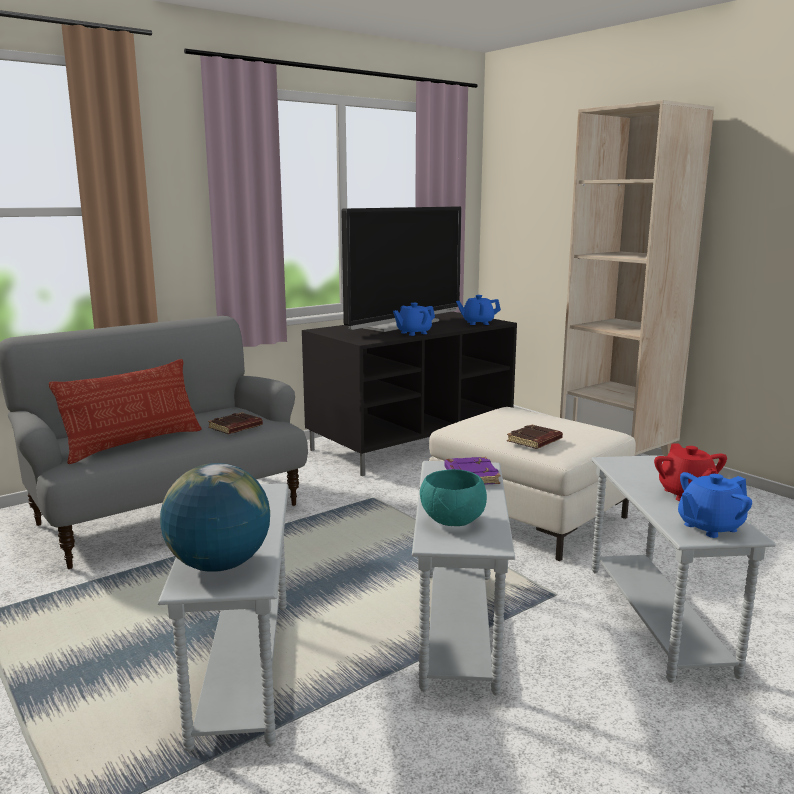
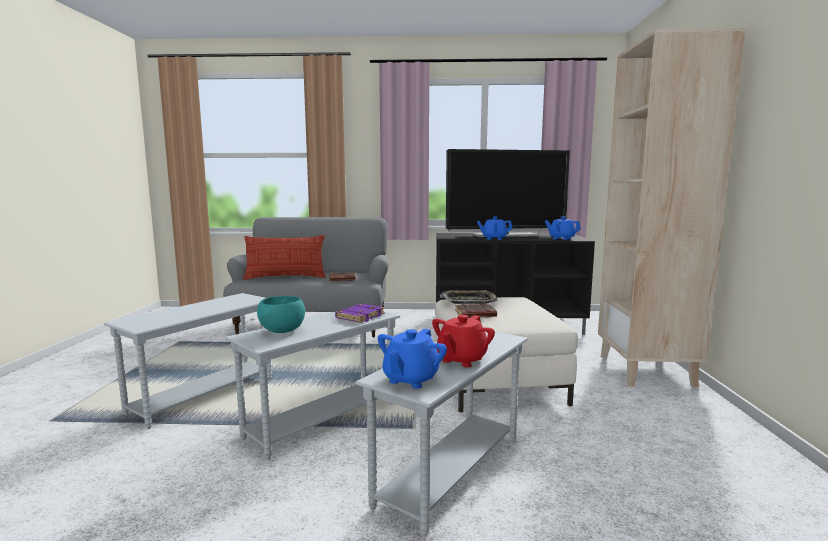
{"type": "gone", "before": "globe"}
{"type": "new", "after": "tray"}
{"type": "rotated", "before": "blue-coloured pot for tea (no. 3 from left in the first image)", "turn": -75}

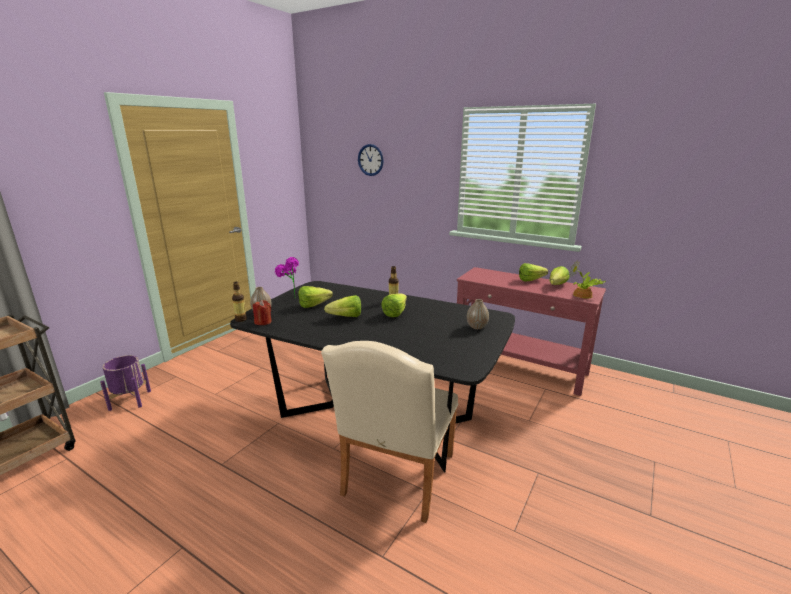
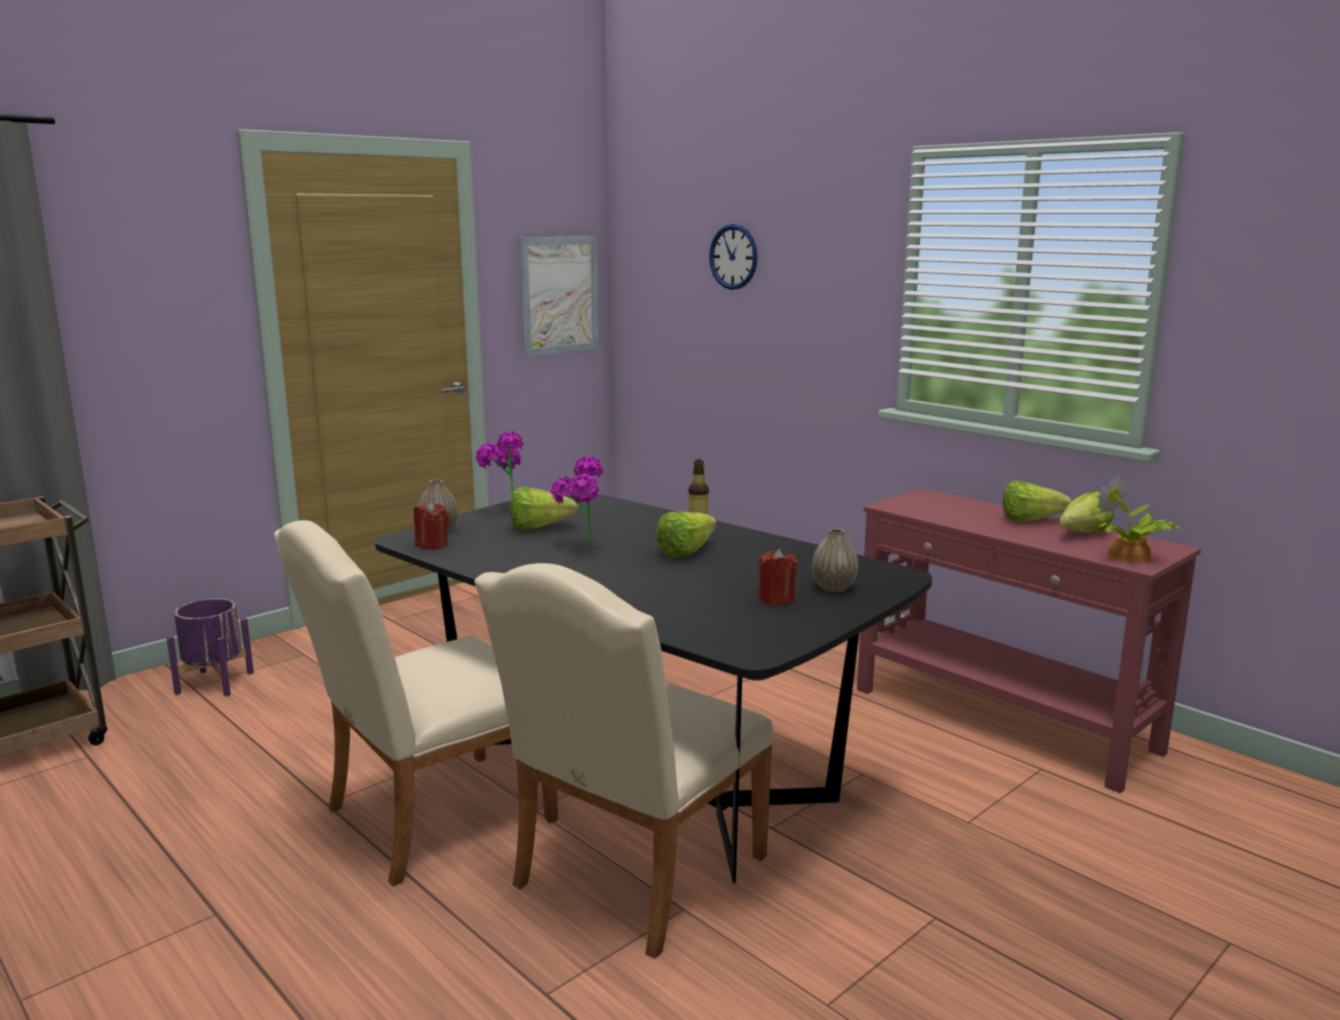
{"type": "gone", "before": "drink bottle (no. 1 from left)"}
{"type": "new", "after": "beige chair (no. 1 from left)"}
{"type": "new", "after": "wall picture"}
{"type": "new", "after": "red wax candle (no. 2 from left)"}
{"type": "swapped", "before": "lettuce head (no. 2 from left)", "after": "houseplant (no. 2 from left)"}

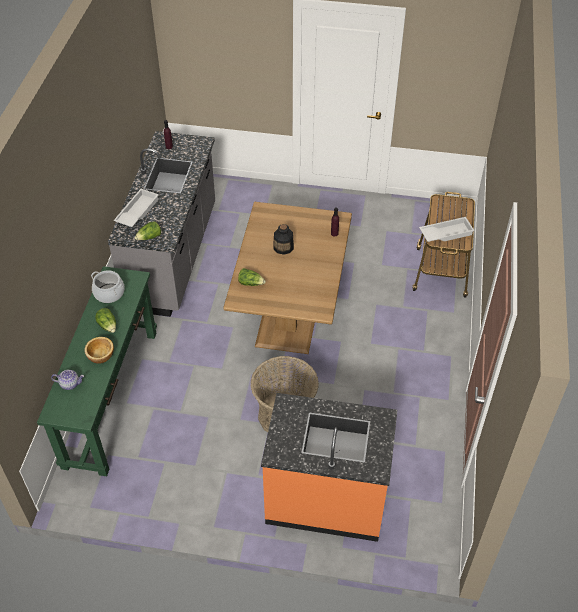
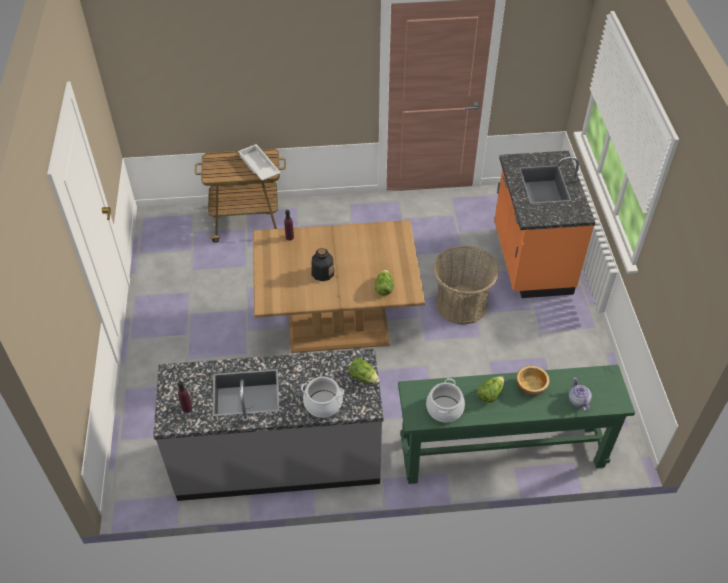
{"type": "swapped", "before": "white-coloured tray (no. 1 from left)", "after": "saucepot (no. 1 from left)"}

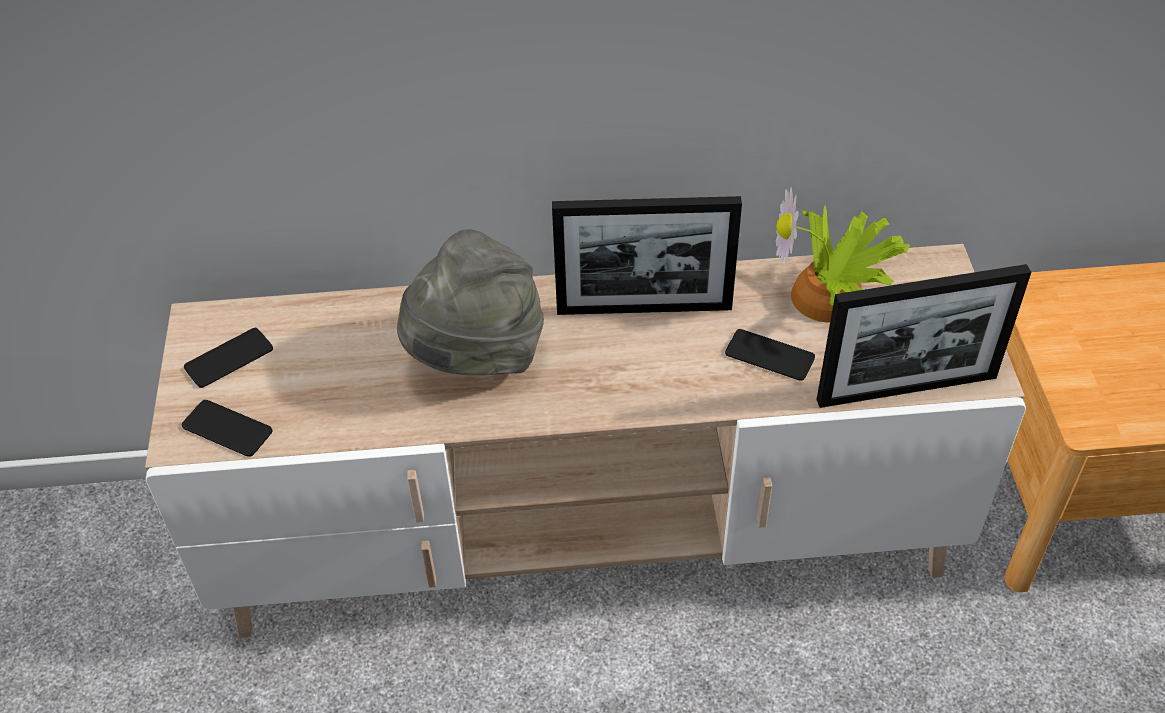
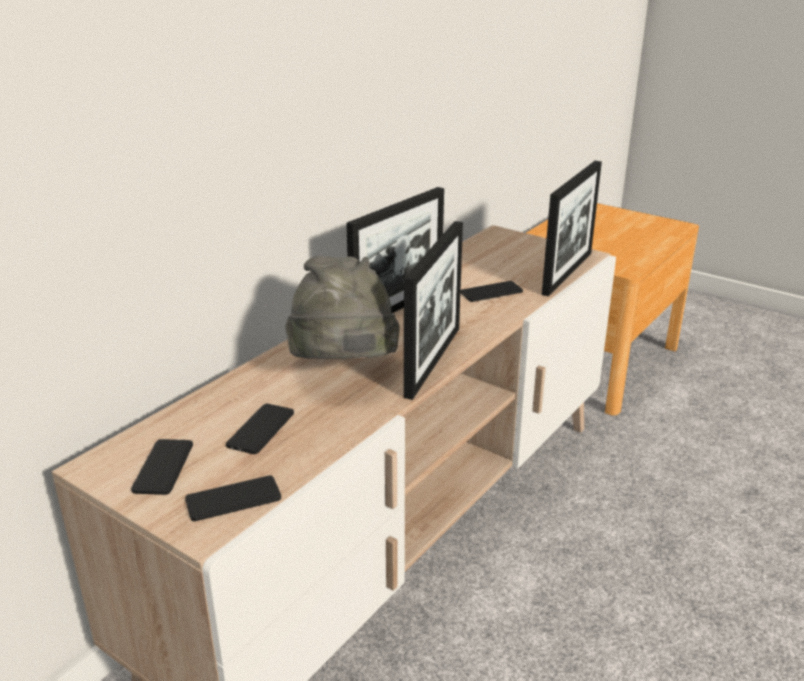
{"type": "gone", "before": "houseplant"}
{"type": "new", "after": "phone (no. 3 from left)"}
{"type": "new", "after": "photo frame (no. 2 from left)"}

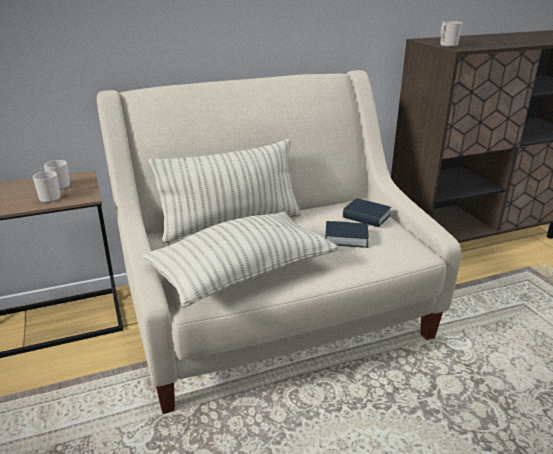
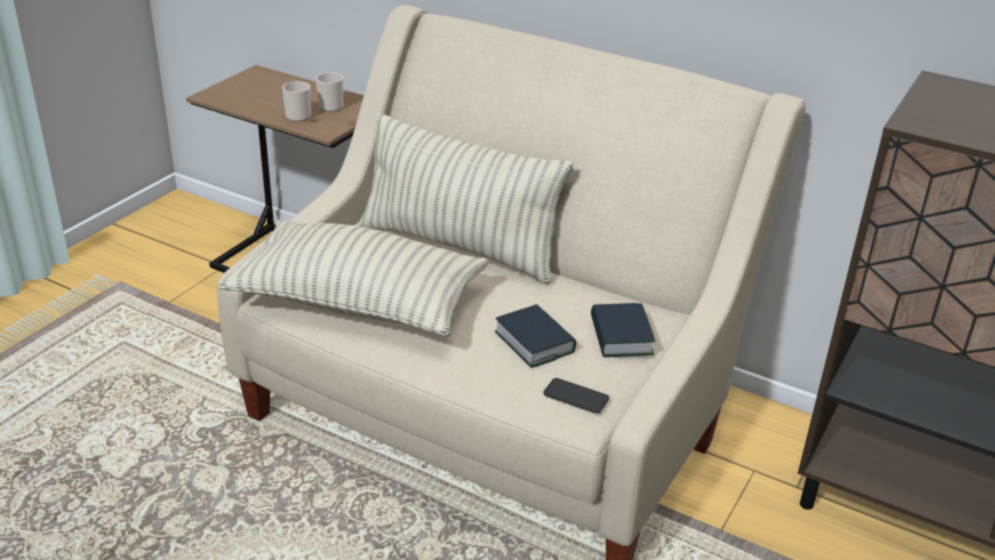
{"type": "gone", "before": "tea mug (no. 3 from left)"}
{"type": "new", "after": "phone"}

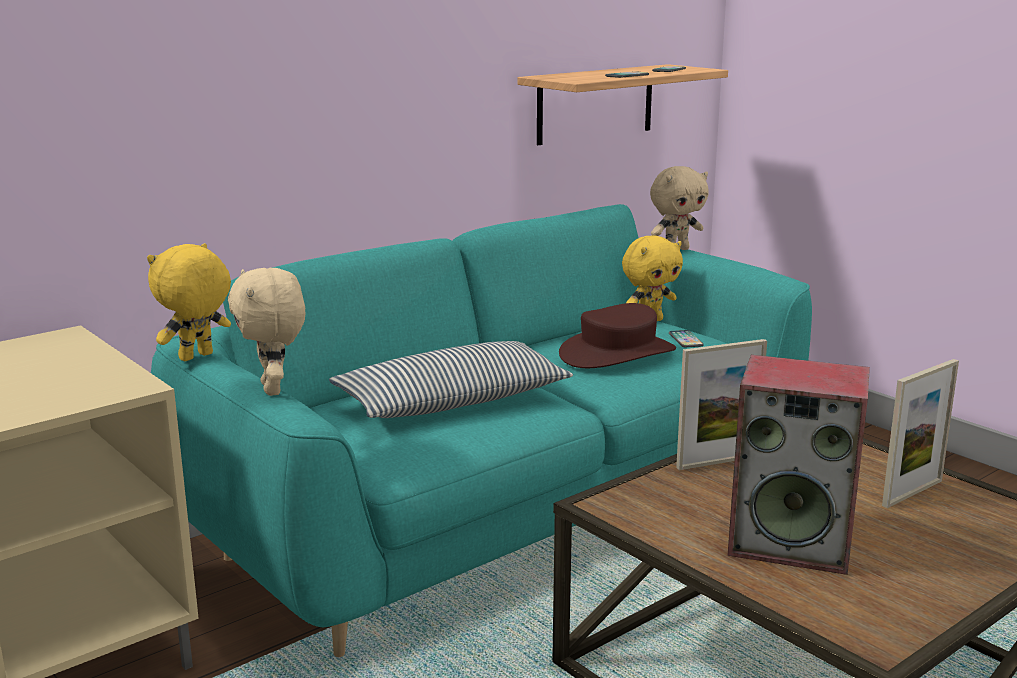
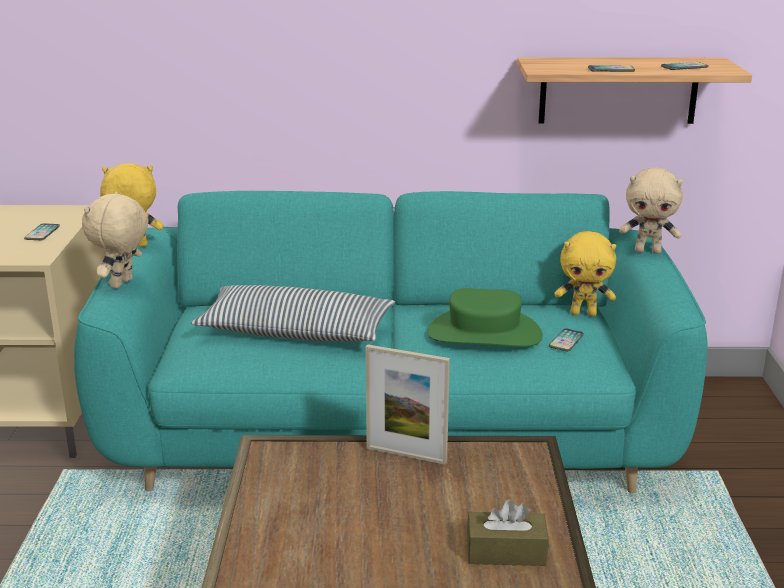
{"type": "gone", "before": "loudspeaker"}
{"type": "new", "after": "phone (no. 1 from left)"}
{"type": "swapped", "before": "photo frame (no. 2 from left)", "after": "brownish tissue box"}
{"type": "repainted", "before": "brownish wearable hat", "after": "greenish wearable hat"}

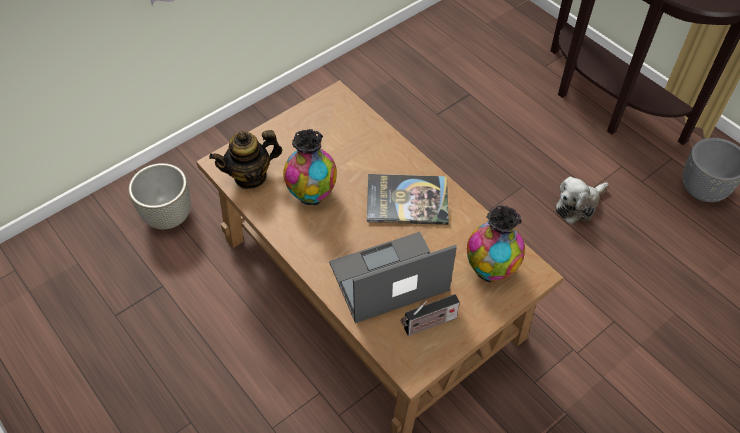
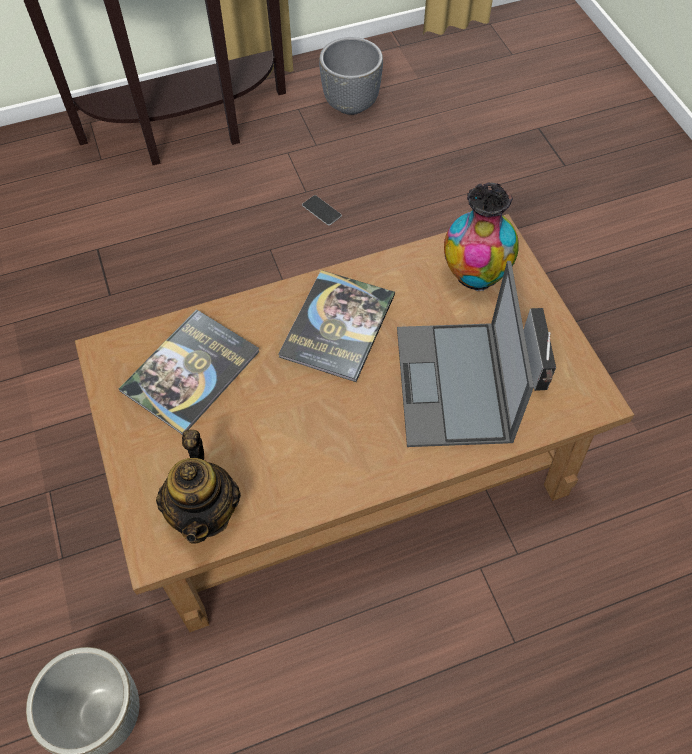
{"type": "gone", "before": "vase (no. 1 from left)"}
{"type": "new", "after": "bound book (no. 1 from left)"}
{"type": "swapped", "before": "plush toy", "after": "phone"}

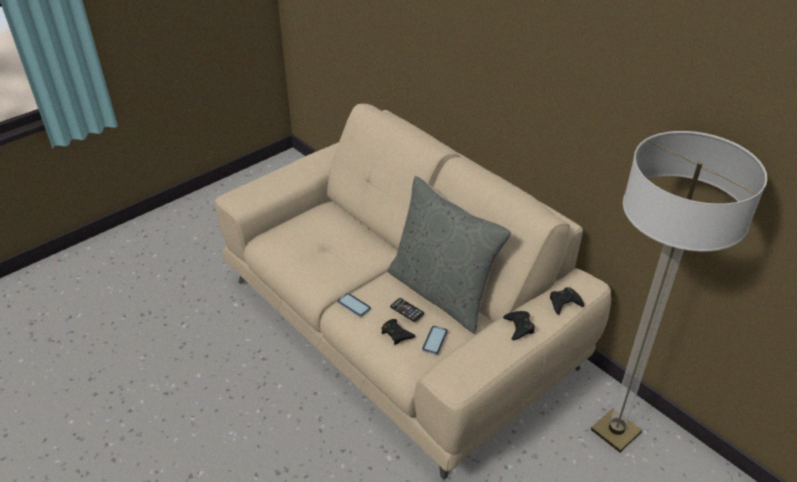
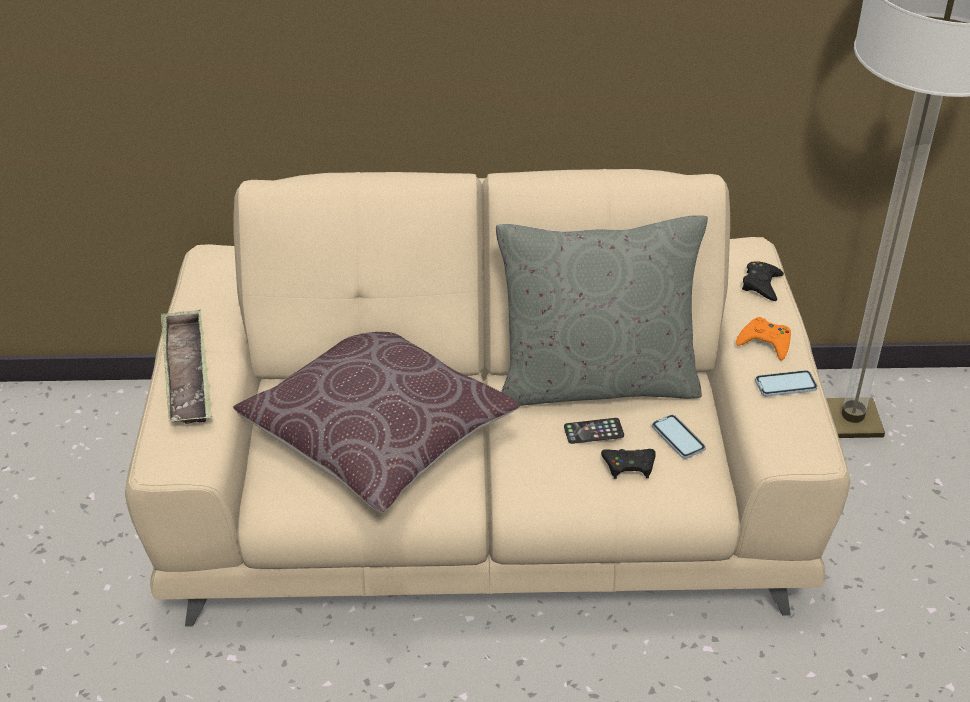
{"type": "new", "after": "tray"}
{"type": "new", "after": "brownish throw pillow"}
{"type": "shifted", "before": "phone (no. 1 from left in the first image)", "after": "phone (no. 3 from left)"}
{"type": "repainted", "before": "black-coloured gamepad (no. 2 from left)", "after": "orangey gamepad"}

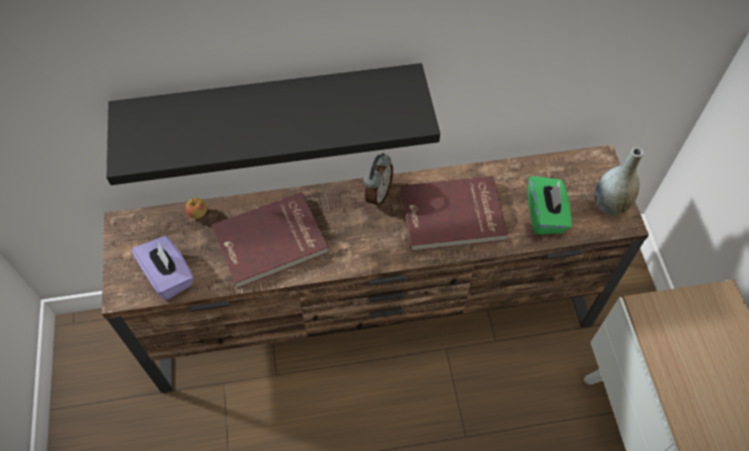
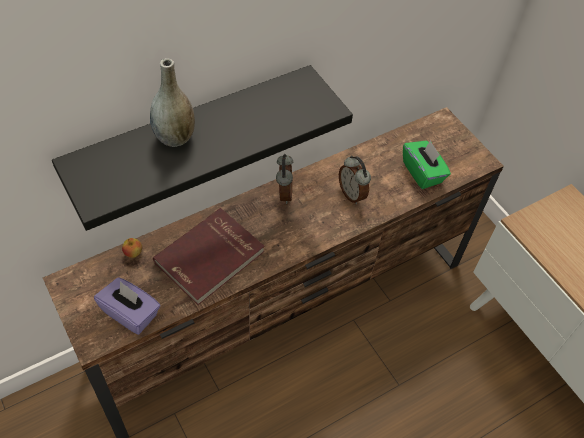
{"type": "shifted", "before": "greyish vase"}
{"type": "swapped", "before": "red bound book (no. 2 from left)", "after": "bedside clock (no. 2 from left)"}

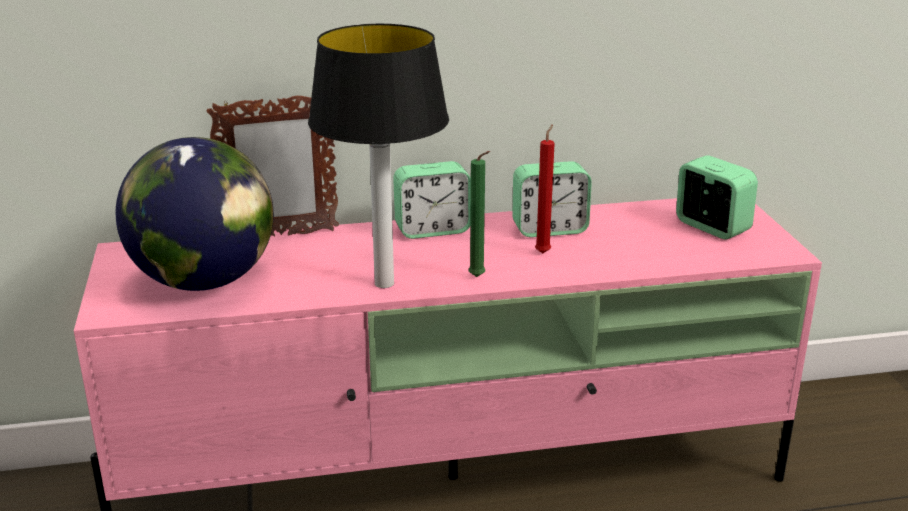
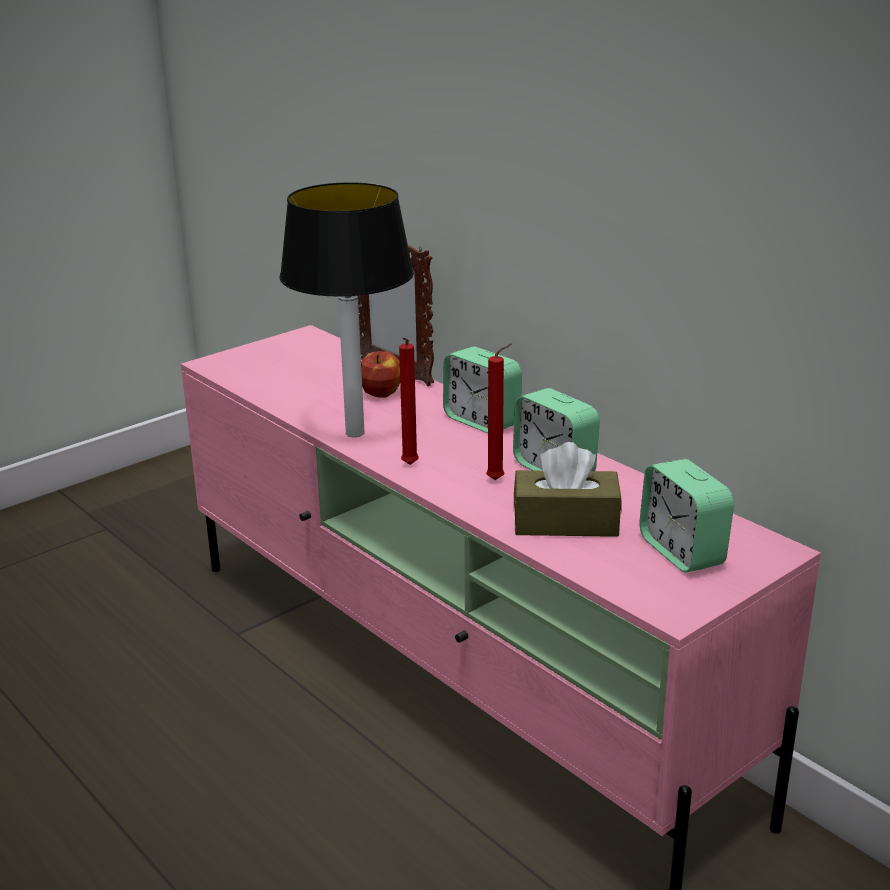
{"type": "gone", "before": "globe"}
{"type": "new", "after": "whole apple"}
{"type": "new", "after": "brownish tissue box"}
{"type": "repainted", "before": "greenish wax candle", "after": "red wax candle (no. 1 from left)"}
{"type": "rotated", "before": "bedside clock (no. 3 from left)", "turn": 135}

